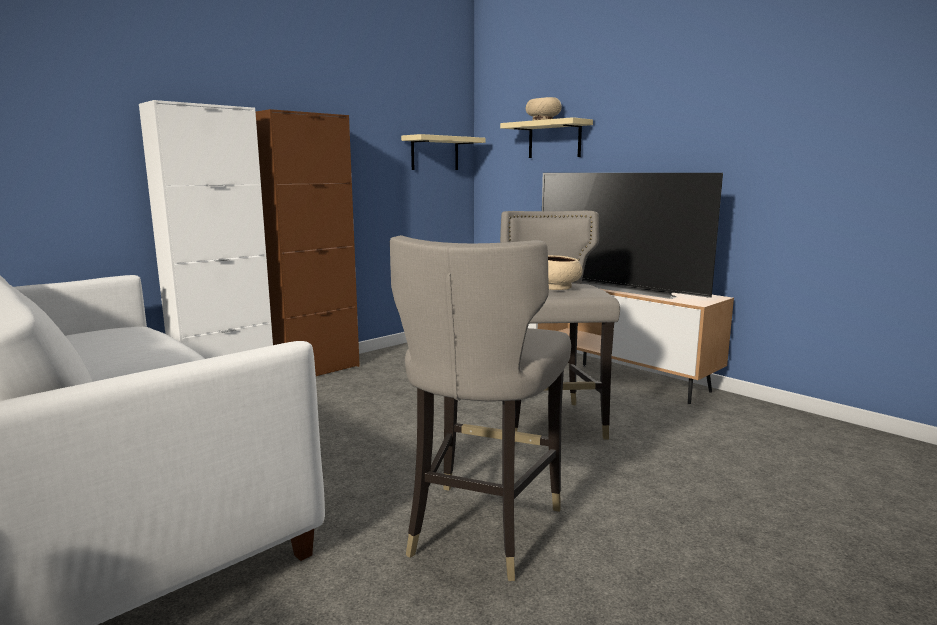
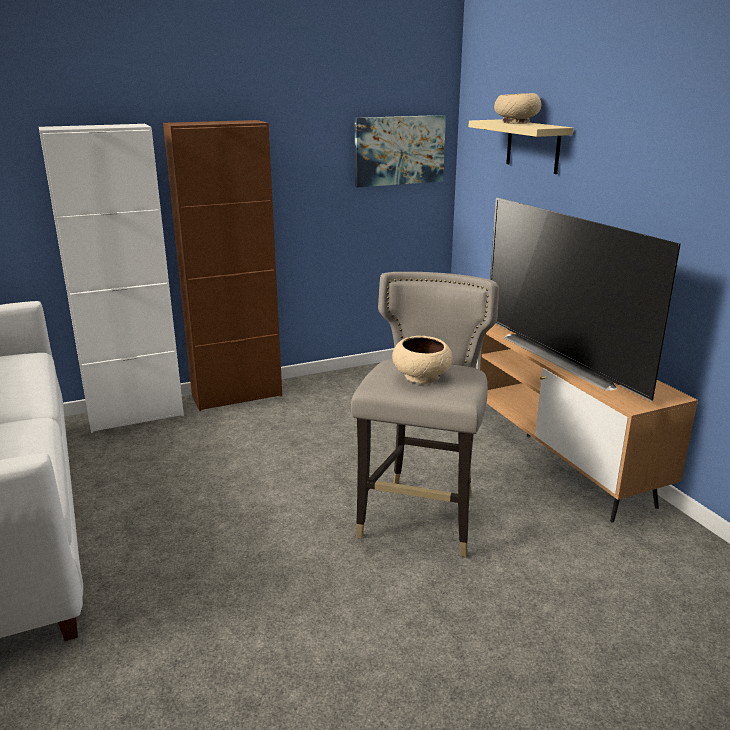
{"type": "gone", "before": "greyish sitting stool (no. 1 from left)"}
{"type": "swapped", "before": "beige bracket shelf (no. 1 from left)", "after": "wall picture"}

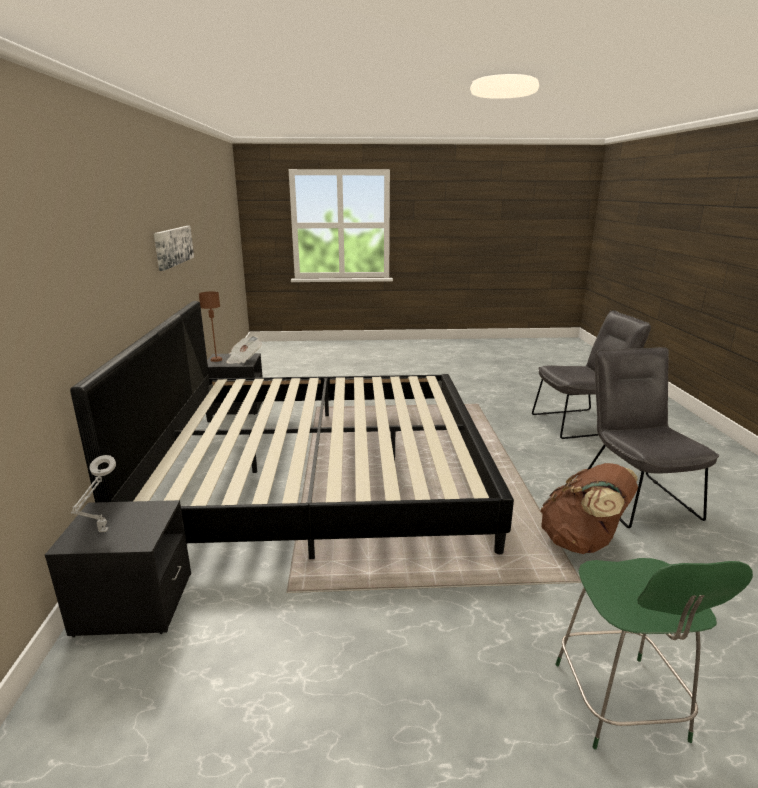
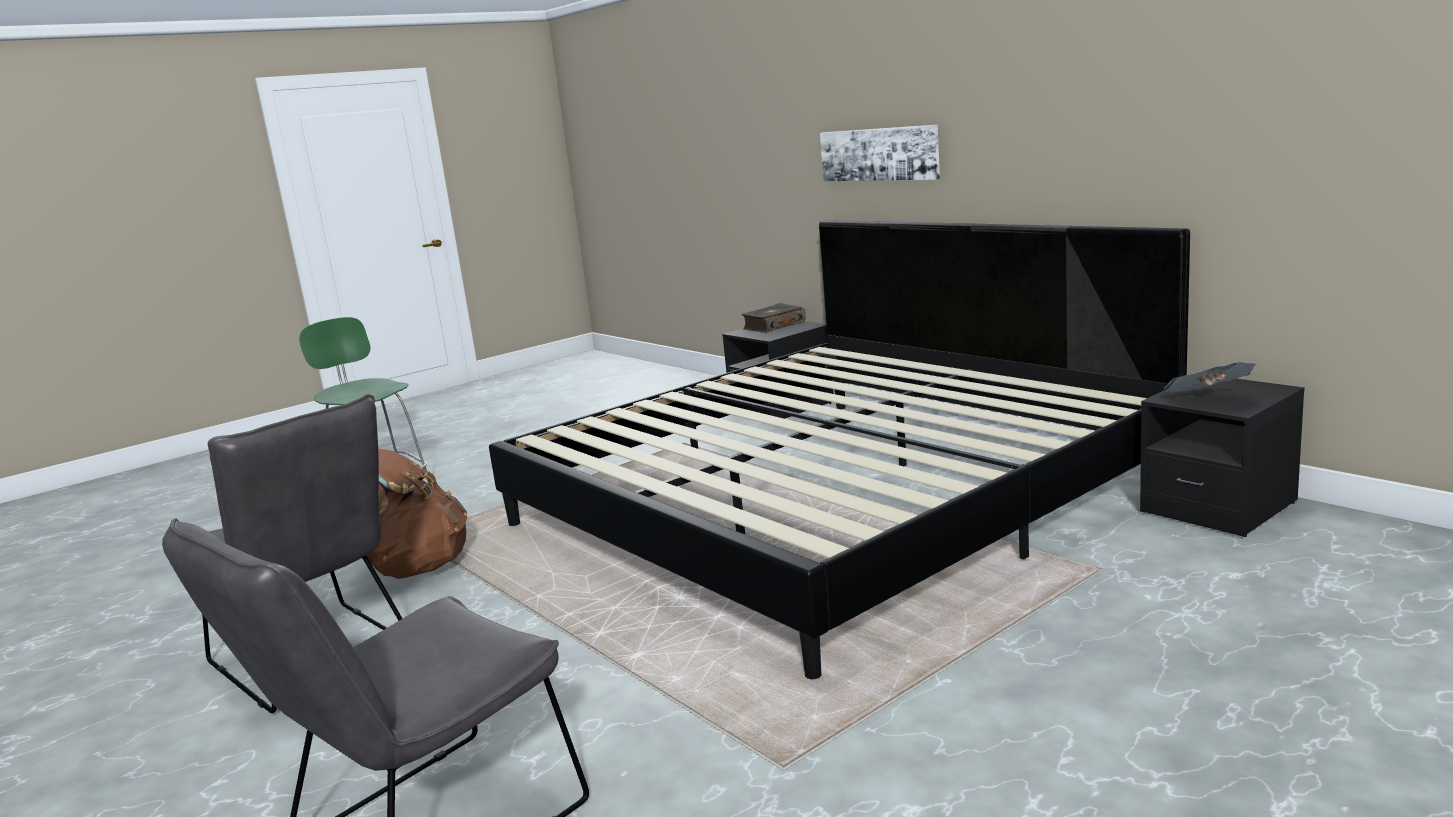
{"type": "gone", "before": "brownish tabletop lamp"}
{"type": "shifted", "before": "wall picture"}
{"type": "swapped", "before": "greyish tabletop lamp", "after": "bound book"}

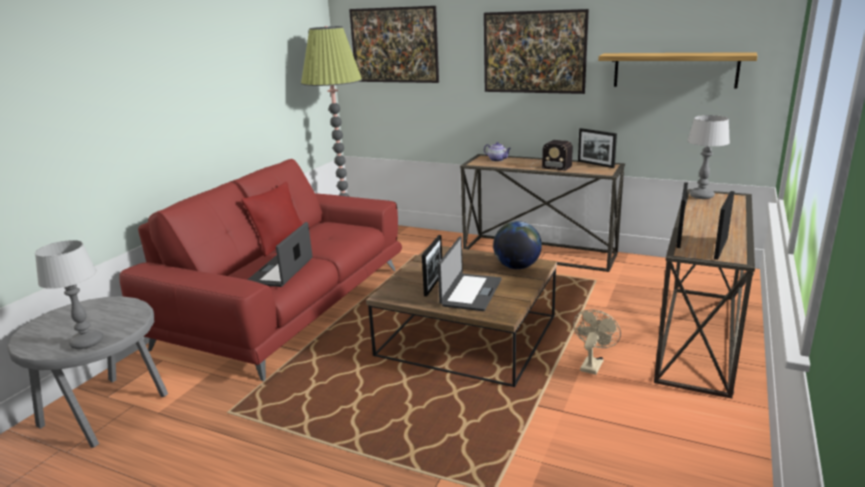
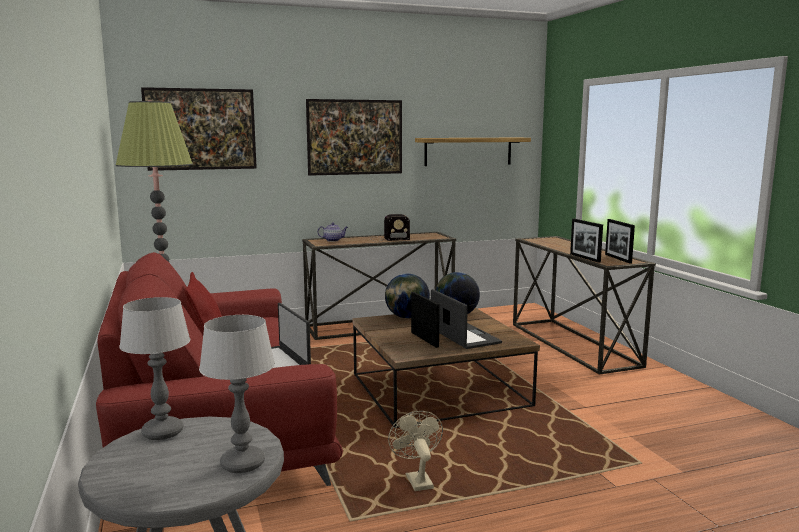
{"type": "gone", "before": "photo frame (no. 2 from left)"}
{"type": "new", "after": "globe (no. 1 from left)"}
{"type": "shifted", "before": "beige electric fan"}
{"type": "shifted", "before": "tabletop lamp (no. 2 from left in the first image)", "after": "tabletop lamp (no. 1 from left)"}

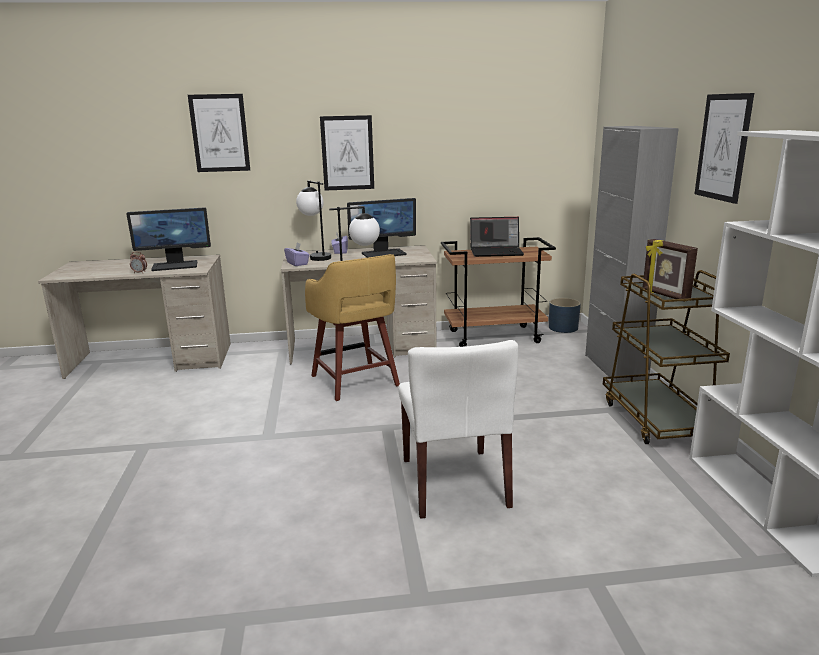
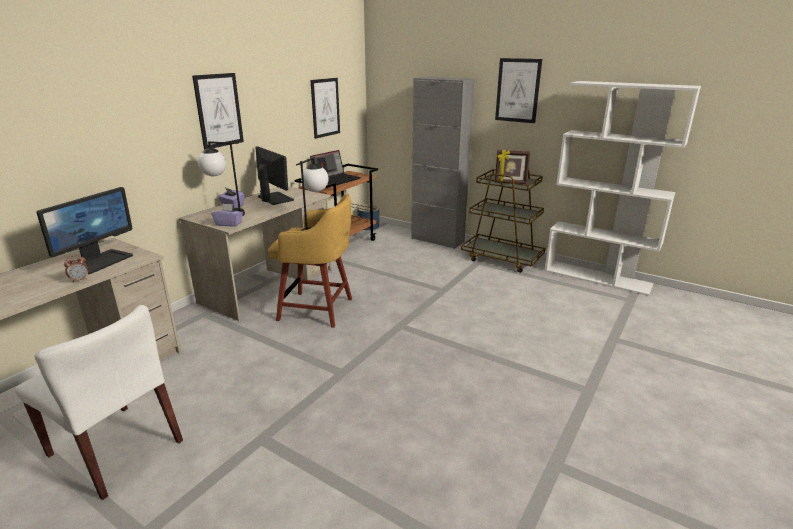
{"type": "shifted", "before": "wall picture (no. 1 from left in the first image)", "after": "wall picture (no. 2 from left)"}
{"type": "shifted", "before": "white-coloured chair"}
{"type": "rotated", "before": "computer display (no. 2 from left)", "turn": -60}

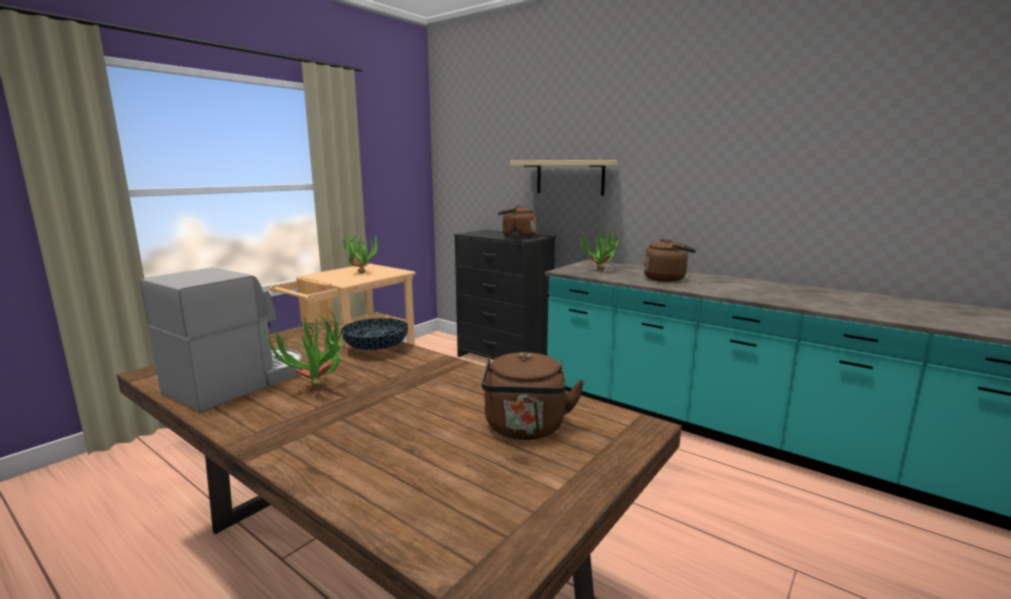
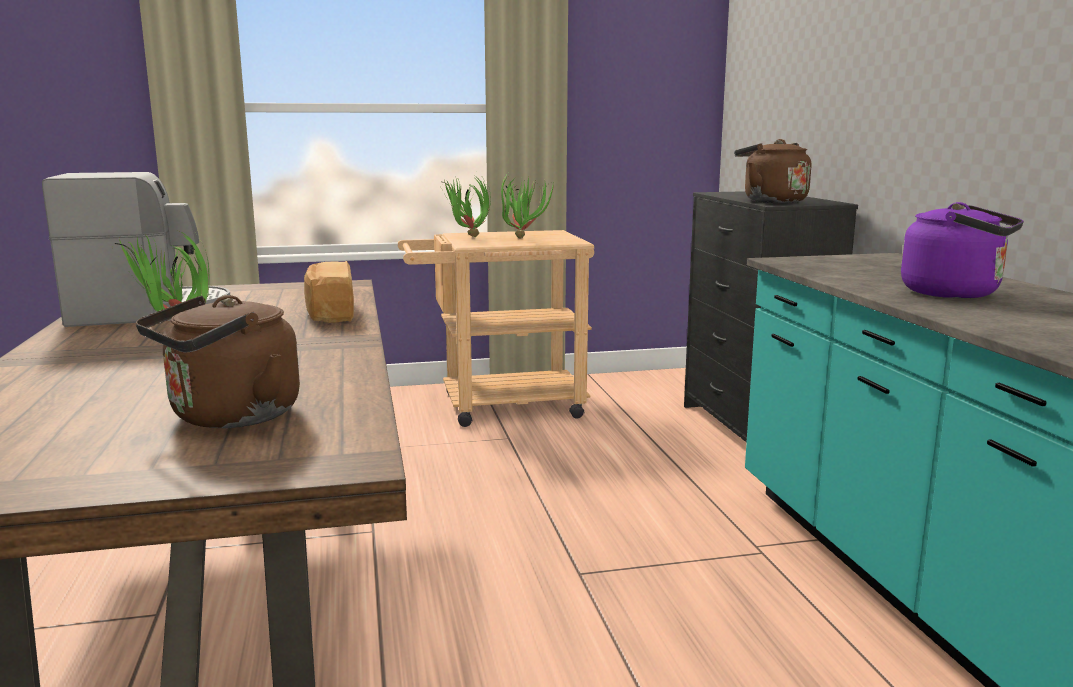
{"type": "gone", "before": "beige bracket shelf"}
{"type": "shifted", "before": "houseplant (no. 3 from left in the first image)", "after": "houseplant (no. 2 from left)"}
{"type": "swapped", "before": "bowl", "after": "baked bread"}
{"type": "repainted", "before": "brownish tea kettle (no. 3 from left)", "after": "purple-coloured tea kettle"}

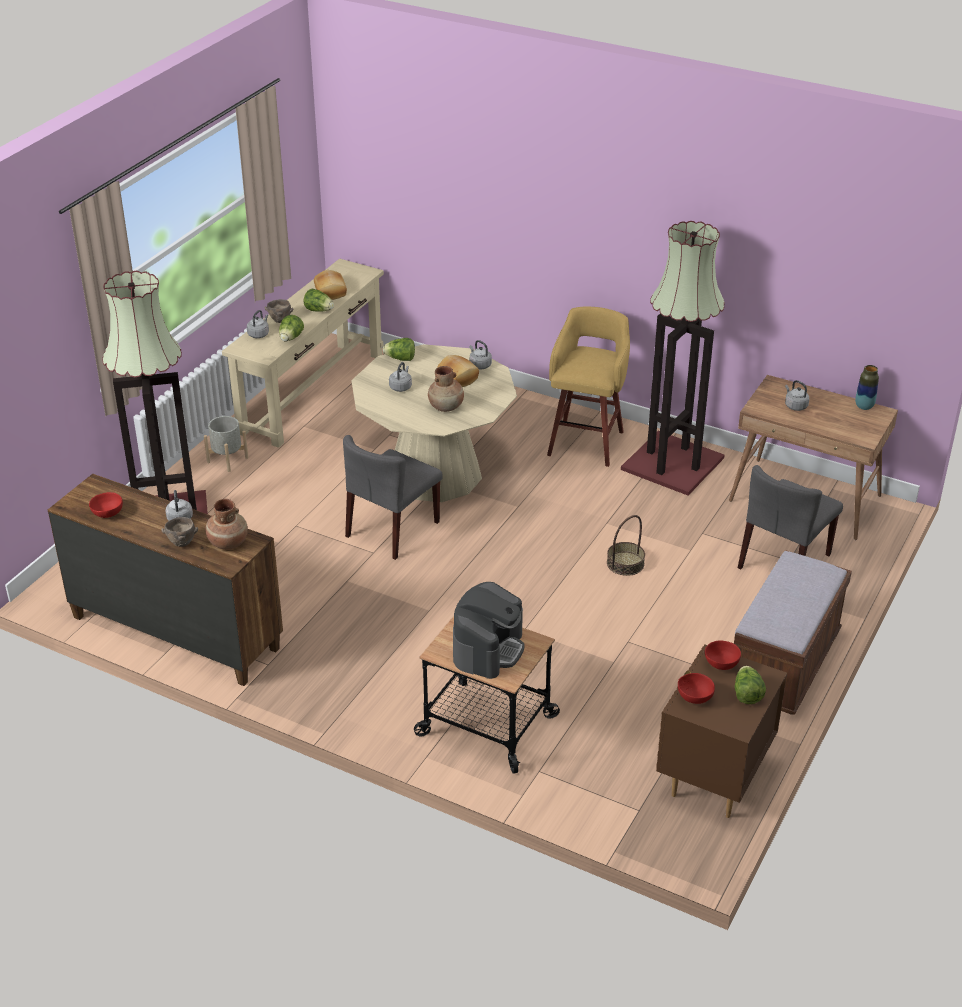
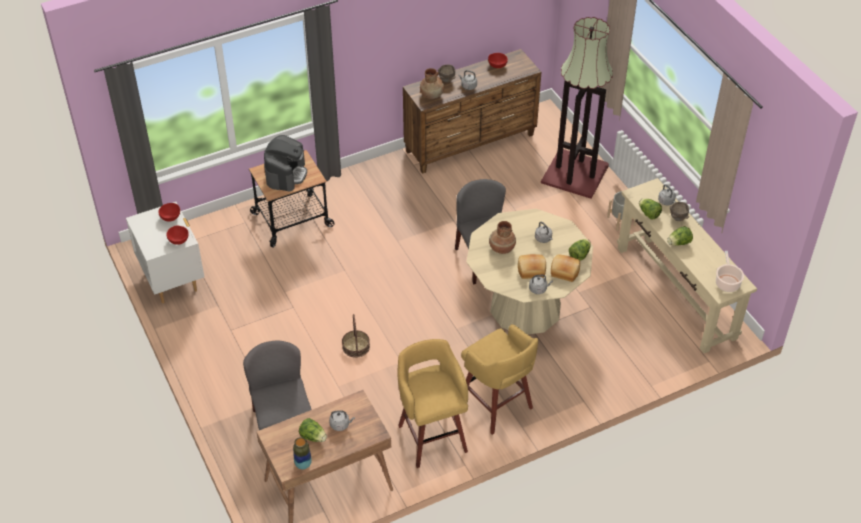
{"type": "gone", "before": "brownish long seat"}
{"type": "new", "after": "saucepot"}
{"type": "shifted", "before": "baked bread (no. 1 from left in the first image)", "after": "baked bread (no. 2 from left)"}
{"type": "shifted", "before": "lettuce head (no. 4 from left in the first image)", "after": "lettuce head (no. 1 from left)"}
{"type": "swapped", "before": "standard lamp (no. 2 from left)", "after": "yellowish sitting stool (no. 1 from left)"}
{"type": "repainted", "before": "brownish night table", "after": "white-coloured night table"}
{"type": "rotated", "before": "coffee maker", "turn": -135}

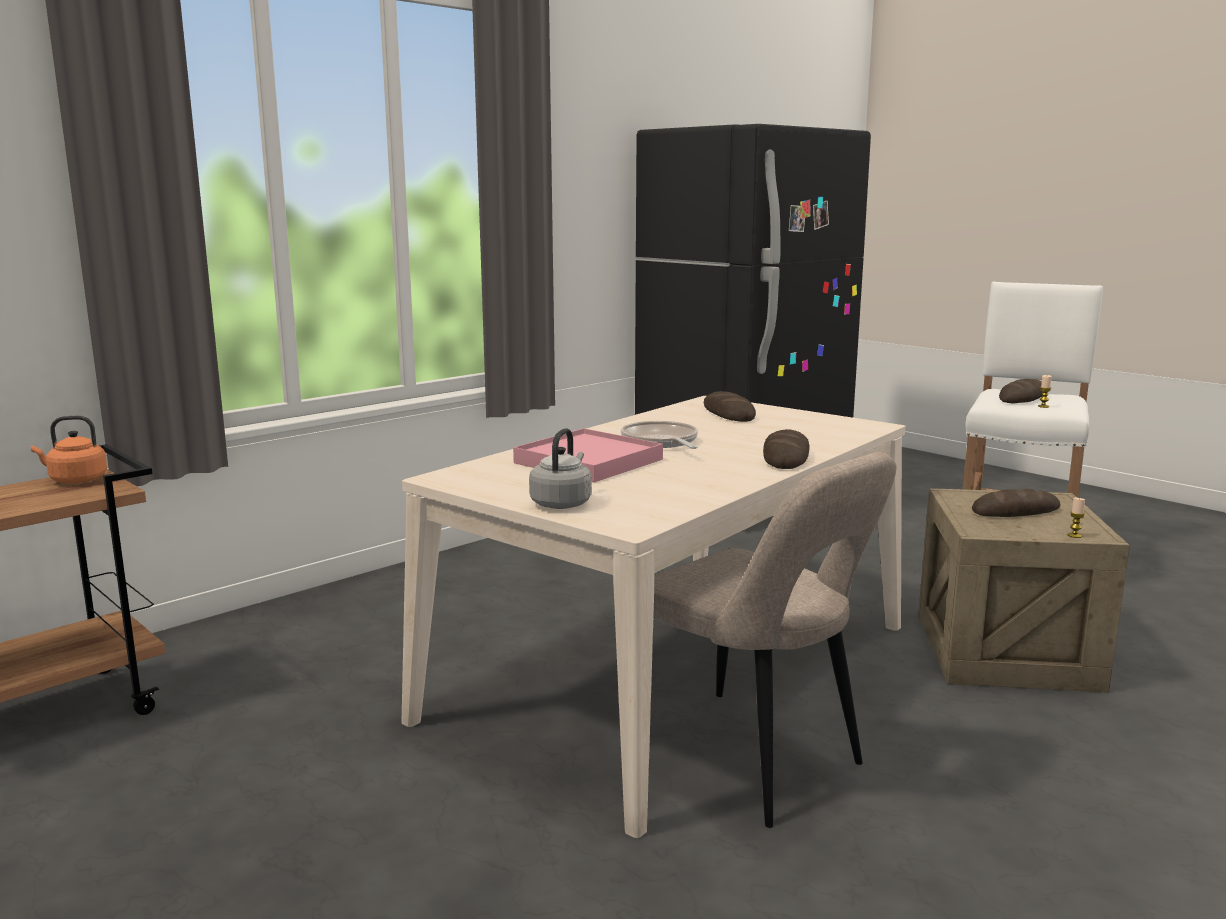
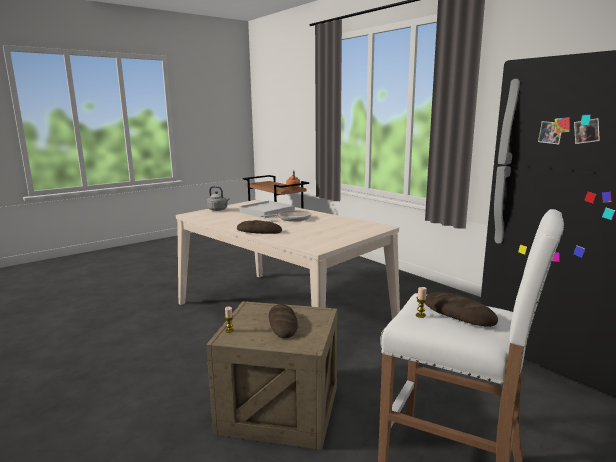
{"type": "gone", "before": "beige chair"}
{"type": "gone", "before": "baked bread (no. 1 from left)"}
{"type": "repainted", "before": "pink tray", "after": "white-coloured tray"}

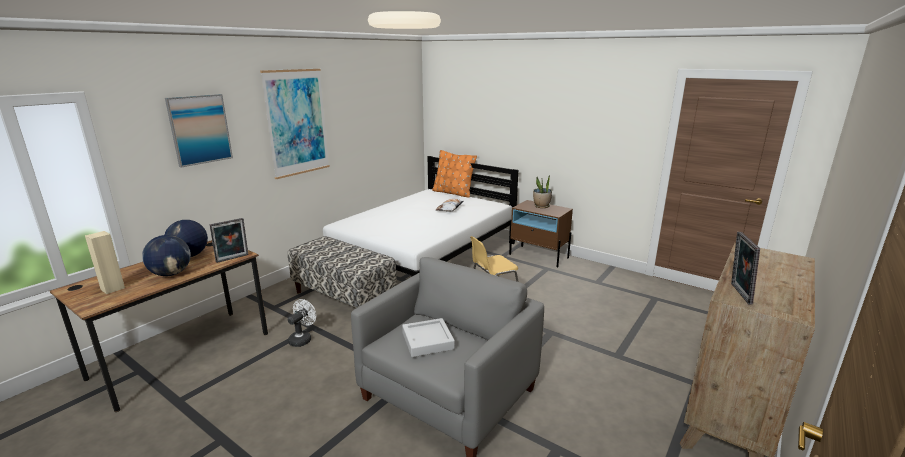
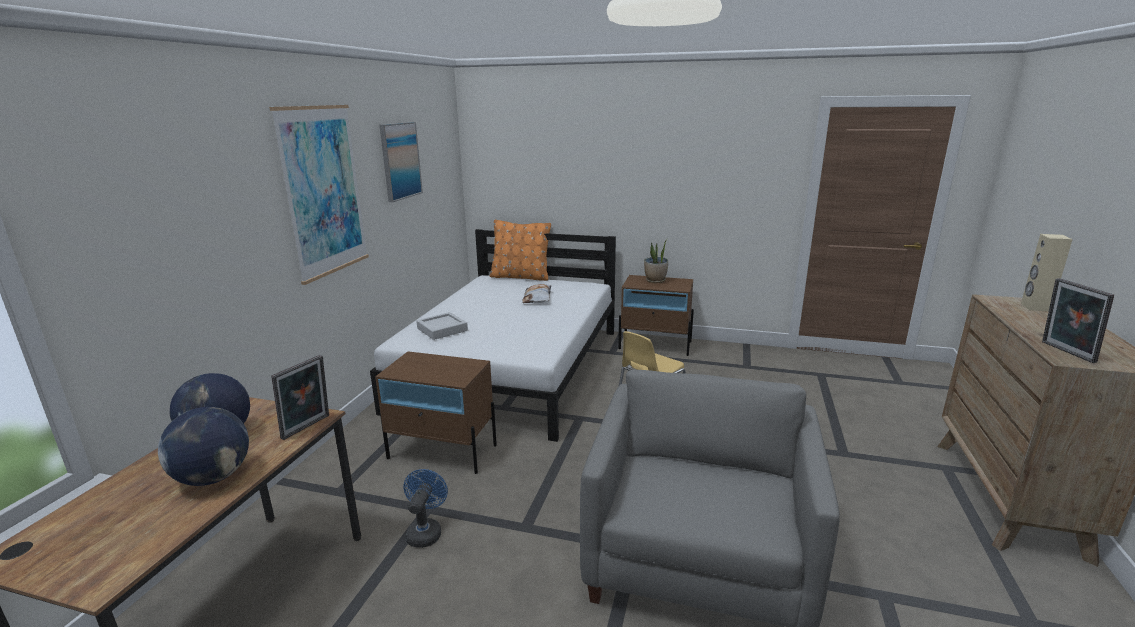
{"type": "shifted", "before": "beige loudspeaker"}
{"type": "shifted", "before": "wall picture (no. 1 from left in the first image)", "after": "wall picture (no. 2 from left)"}
{"type": "shifted", "before": "greyish tray"}
{"type": "swapped", "before": "long seat", "after": "brownish night table (no. 1 from left)"}
{"type": "repainted", "before": "white-coloured electric fan", "after": "blue-coloured electric fan"}

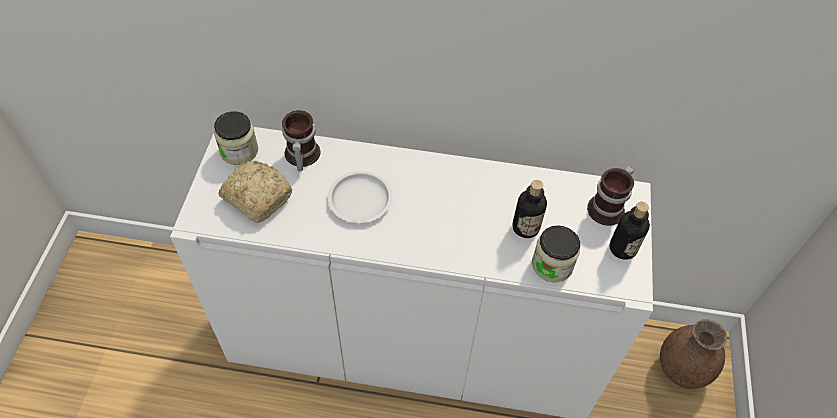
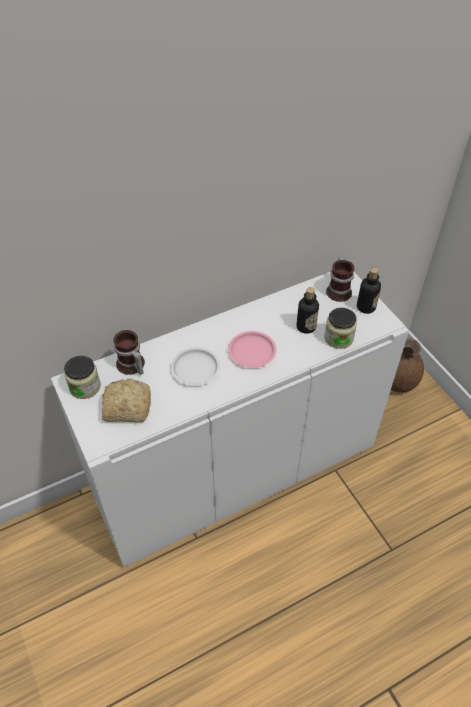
{"type": "new", "after": "pink dinner plate"}

